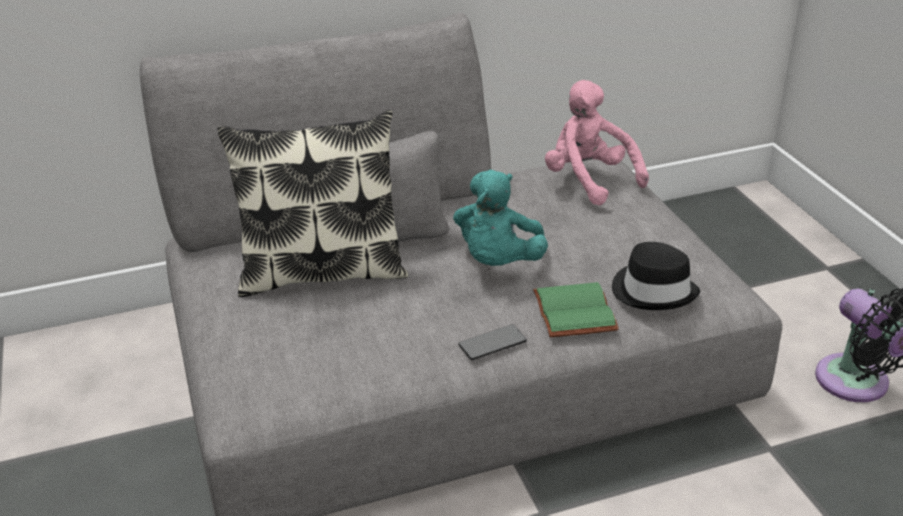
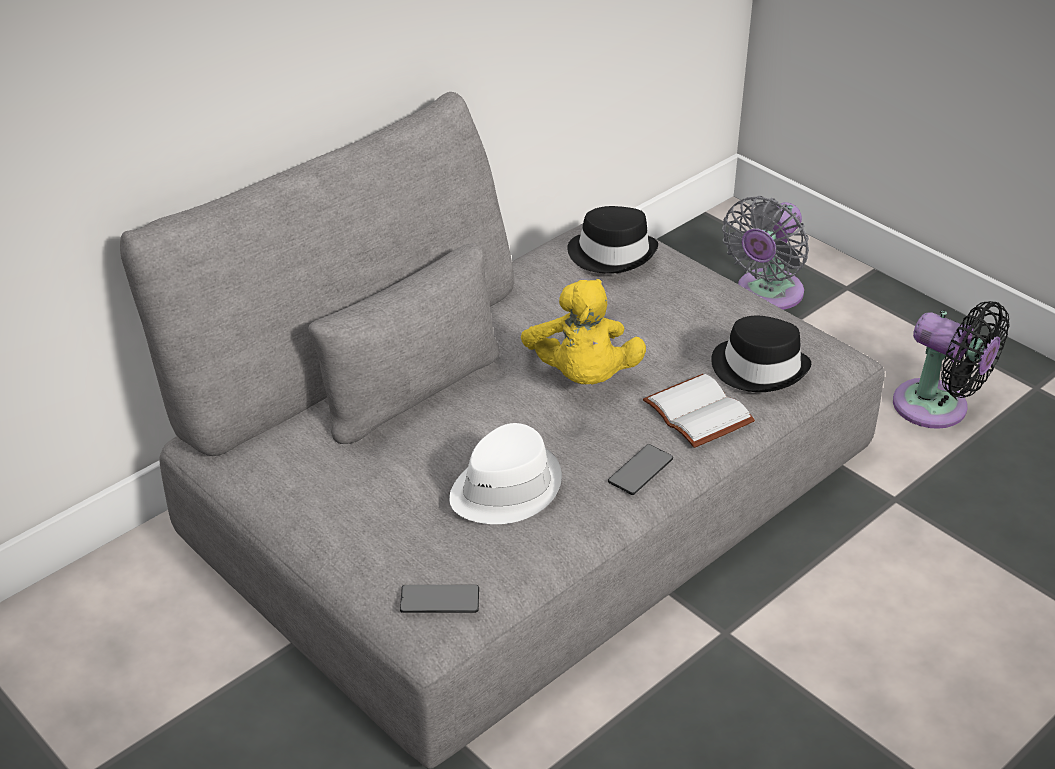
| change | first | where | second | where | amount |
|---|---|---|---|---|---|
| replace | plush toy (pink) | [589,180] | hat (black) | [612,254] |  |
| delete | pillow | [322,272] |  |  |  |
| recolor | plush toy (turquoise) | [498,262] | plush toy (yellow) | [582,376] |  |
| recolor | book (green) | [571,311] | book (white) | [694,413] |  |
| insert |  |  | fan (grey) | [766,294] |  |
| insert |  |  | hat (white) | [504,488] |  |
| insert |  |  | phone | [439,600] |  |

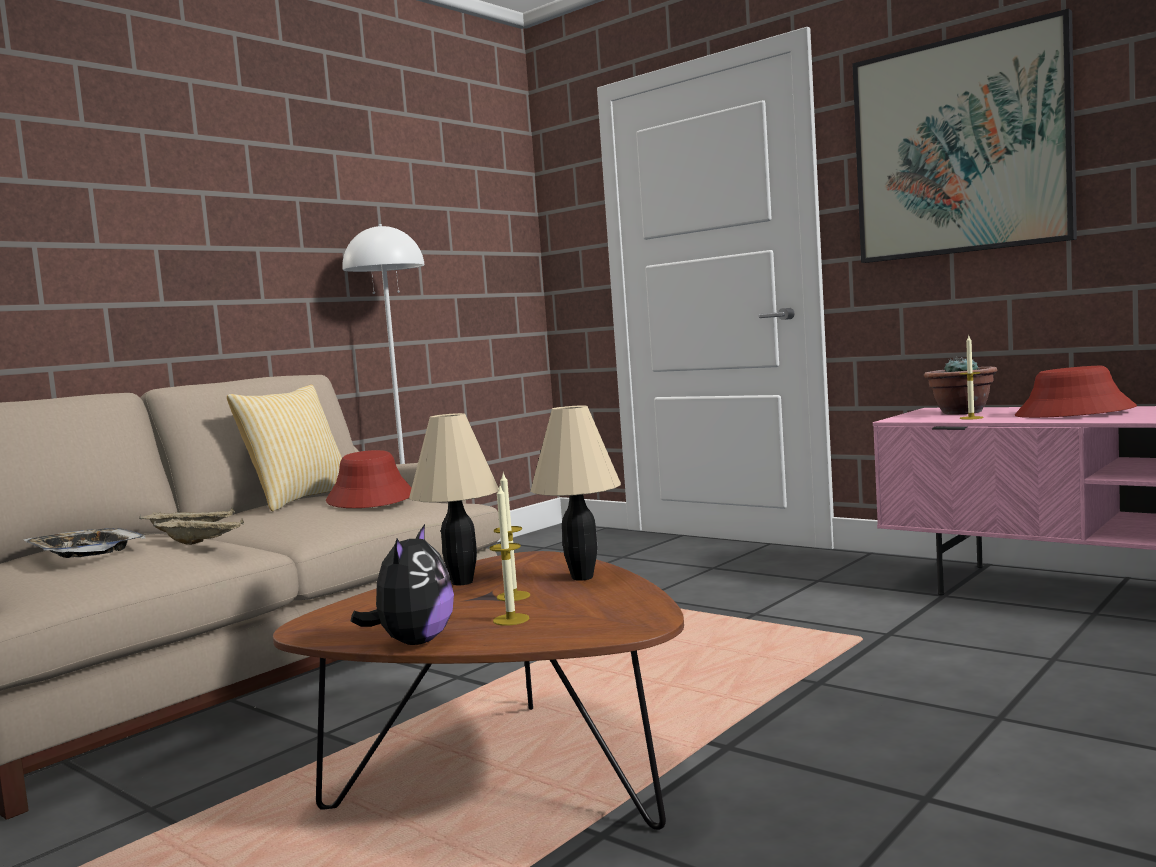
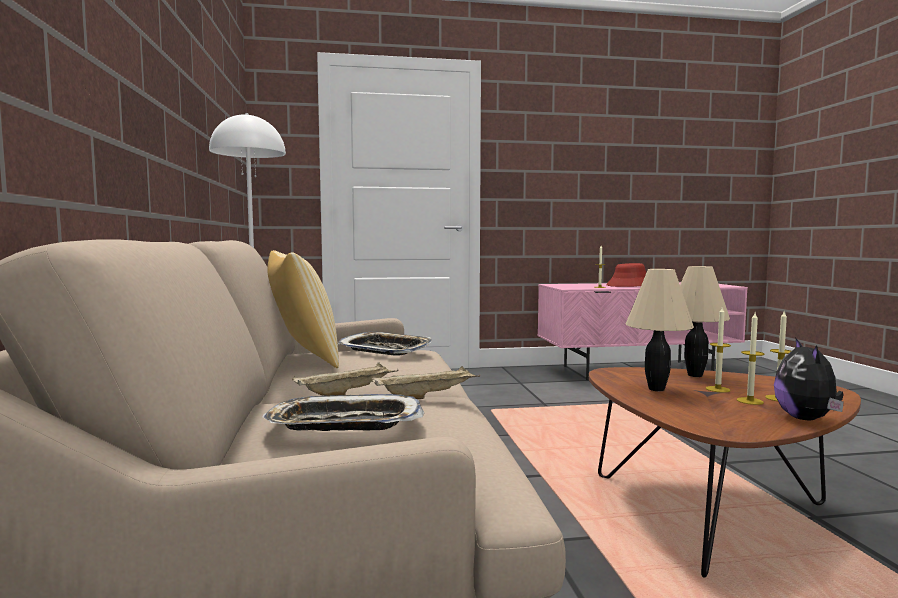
| change | first | where | second | where | amount |
|---|---|---|---|---|---|
| delete | picture | [960,147] |  |  |  |
| delete | potted plant | [961,412] |  |  |  |
| replace | hat (red) | [371,498] | tray | [385,350] |  |
| rotate | plush toy | [413,642] |  | [807,419] | 135 degrees counterclockwise |
| insert |  |  | candle | [750,401] |  |

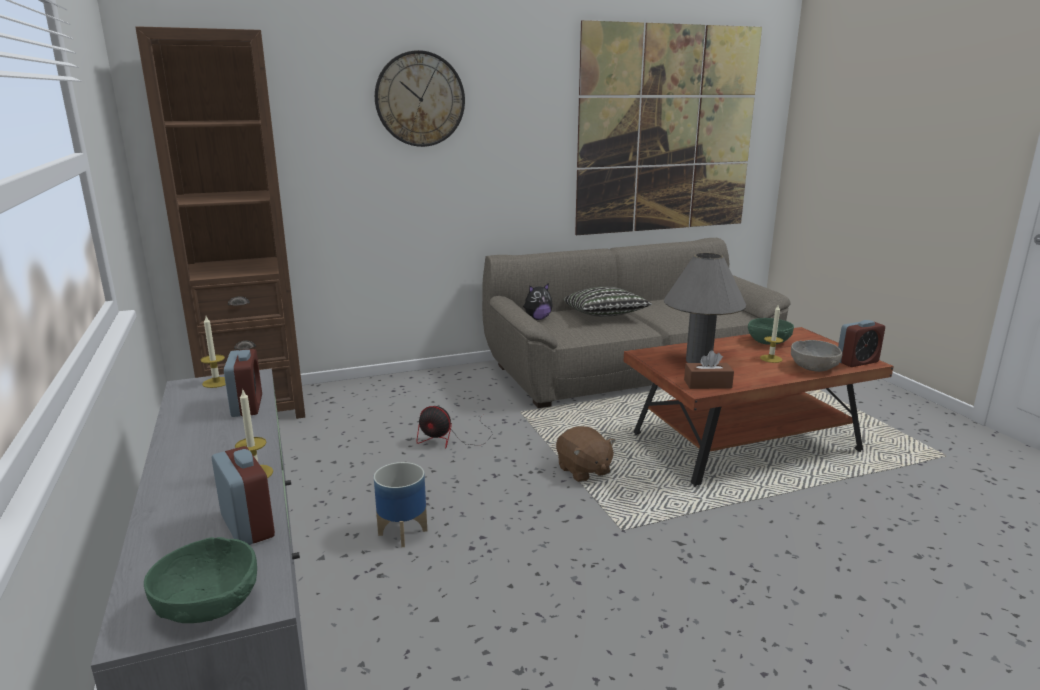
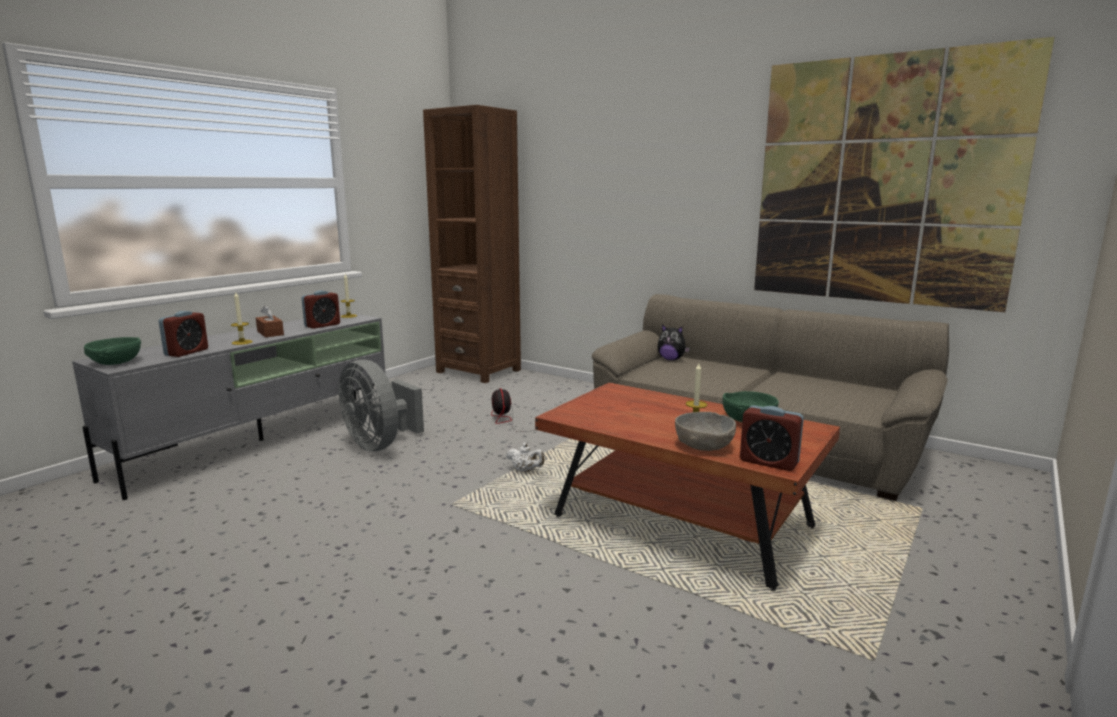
| change | first | where | second | where | amount |
|---|---|---|---|---|---|
| delete | wall clock | [420,99] |  |  |  |
| delete | table lamp (grey) | [699,361] |  |  |  |
| delete | pillow | [605,316] |  |  |  |
| move | tissue box (brown) | [707,384] |  | [270,333] |  |
| replace | plush toy (brown) | [583,471] | teapot (white) | [525,471] |  |
| replace | planter | [403,532] | fan (grey) | [380,444] |  |

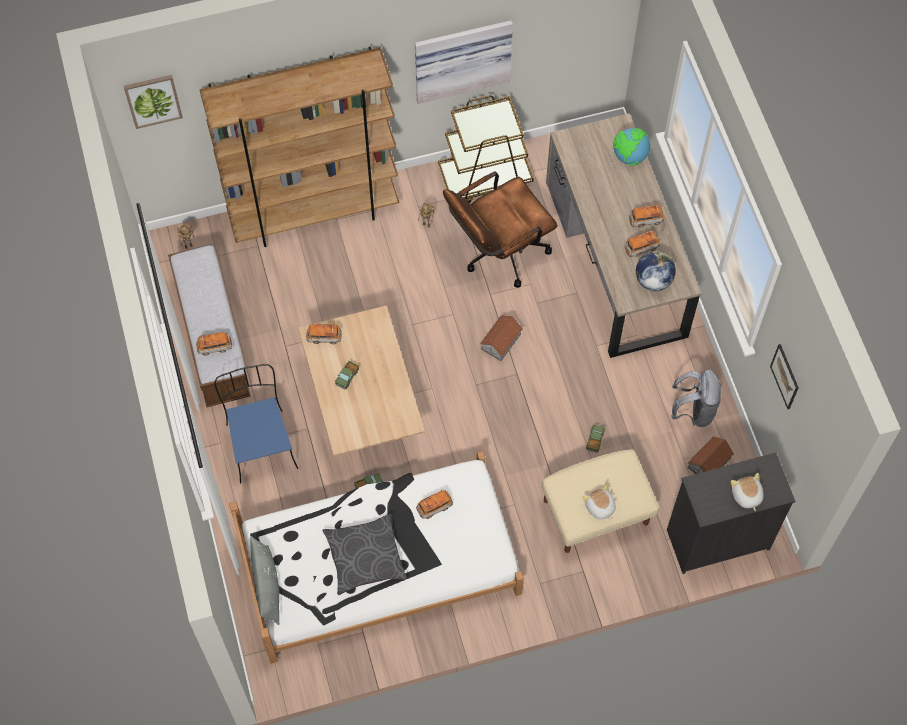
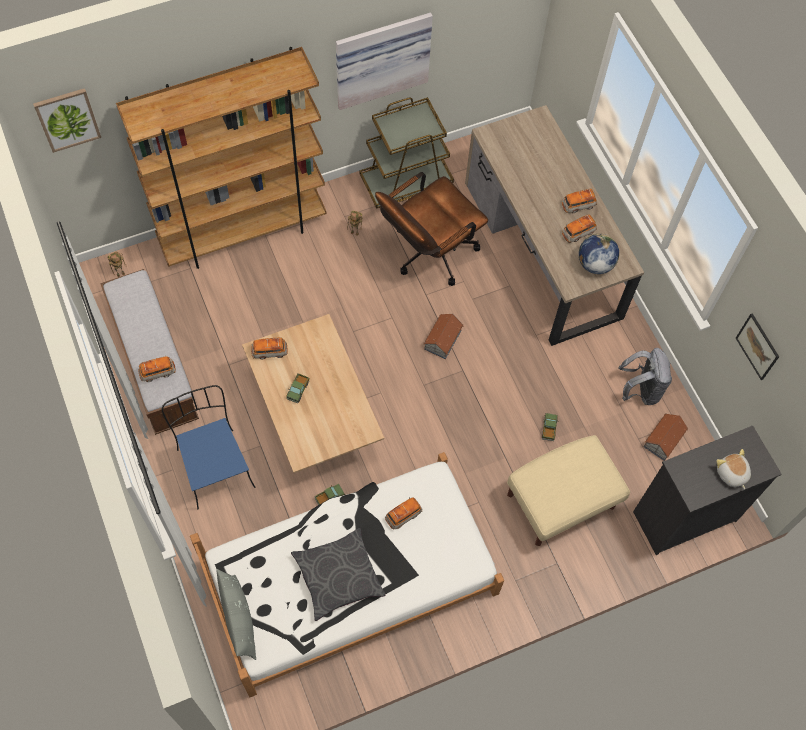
| change | first | where | second | where | amount |
|---|---|---|---|---|---|
| delete | globe | [629,157] |  |  |  |
| delete | plush toy | [599,507] |  |  |  |

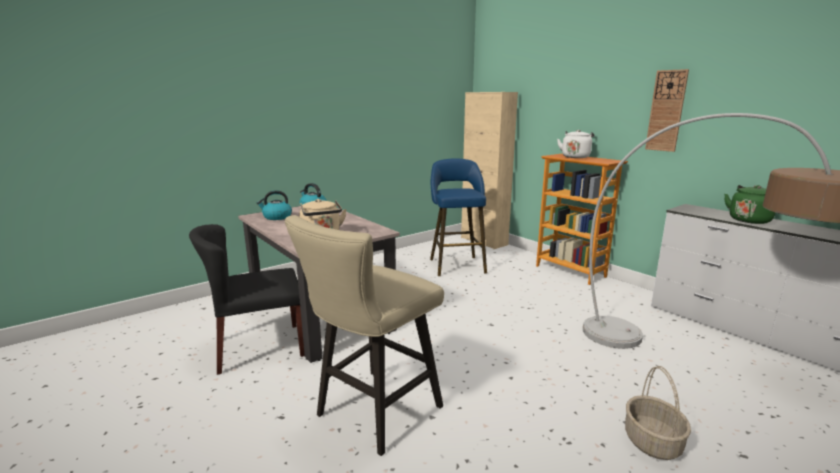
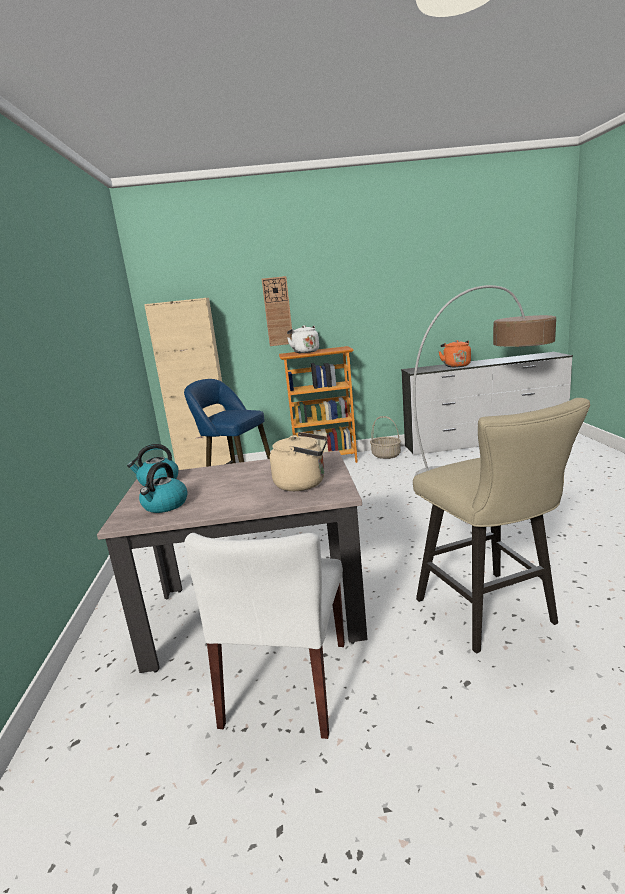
| change | first | where | second | where | amount |
|---|---|---|---|---|---|
| move | wall clock | [666,111] |  | [277,311] |  |
| recolor | kettle (green) | [750,220] | kettle (orange) | [456,365] |  |
| recolor | chair (black) | [259,347] | chair (white) | [287,683] |  |
| move | basket | [653,442] |  | [386,455] |  |

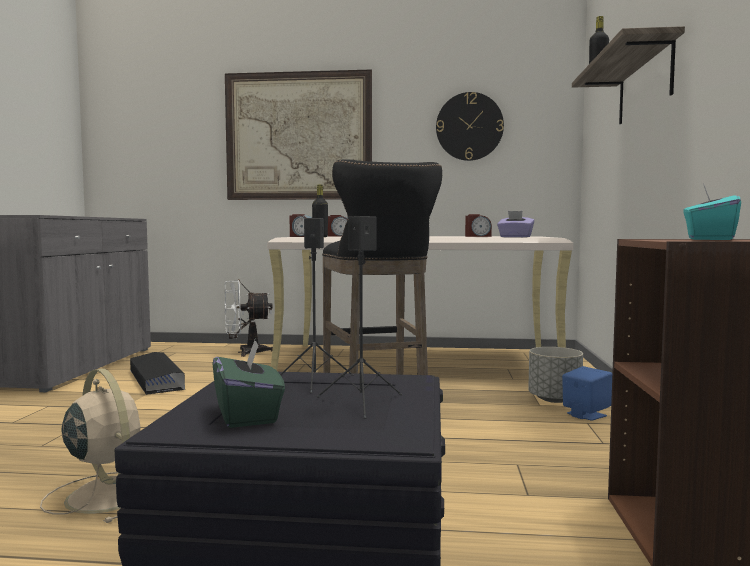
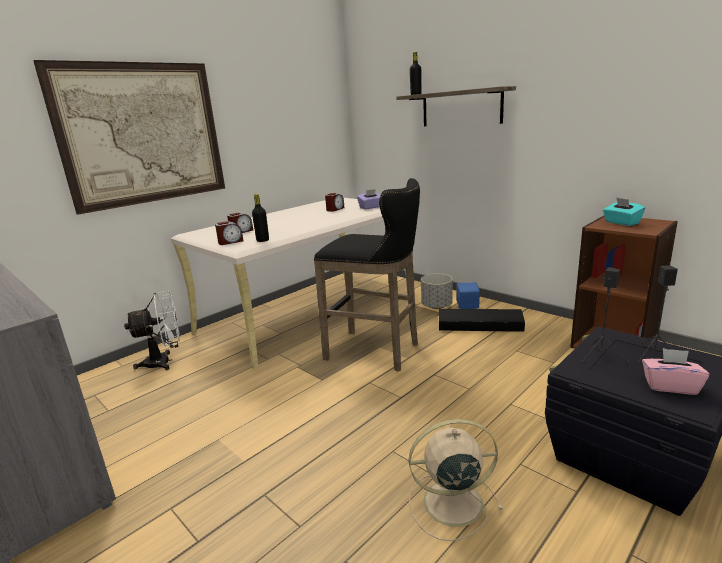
| change | first | where | second | where | amount |
|---|---|---|---|---|---|
| delete | wall clock | [469,126] |  |  |  |
| rotate | fan (white) | [245,352] |  | [164,362] | 135 degrees counterclockwise |
| recolor | tissue box (green) | [248,415] | tissue box (pink) | [670,386] |  |
| move | storage box (black) | [156,379] |  | [479,325] |  |

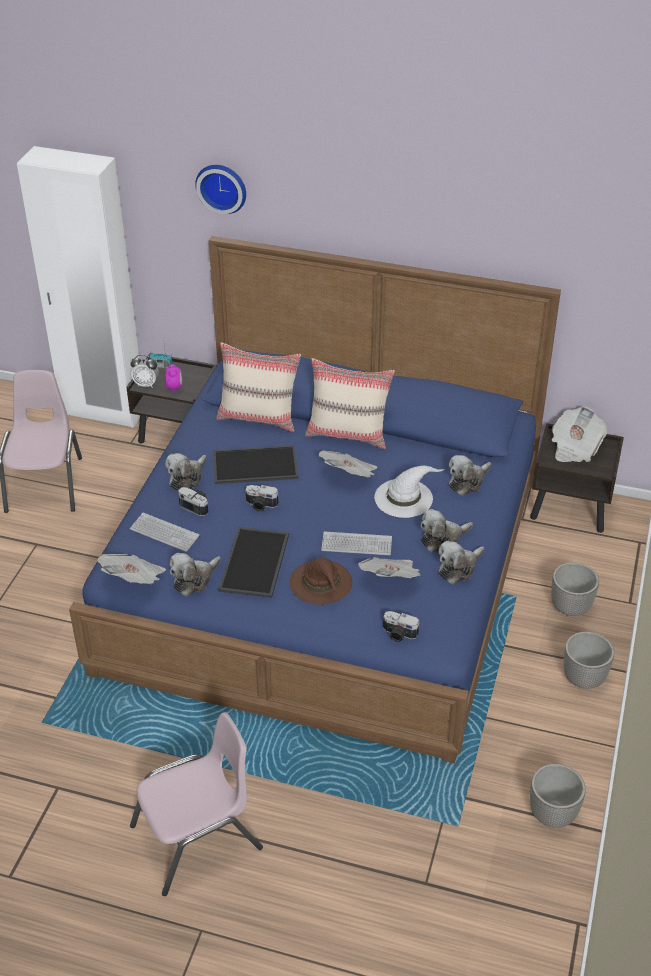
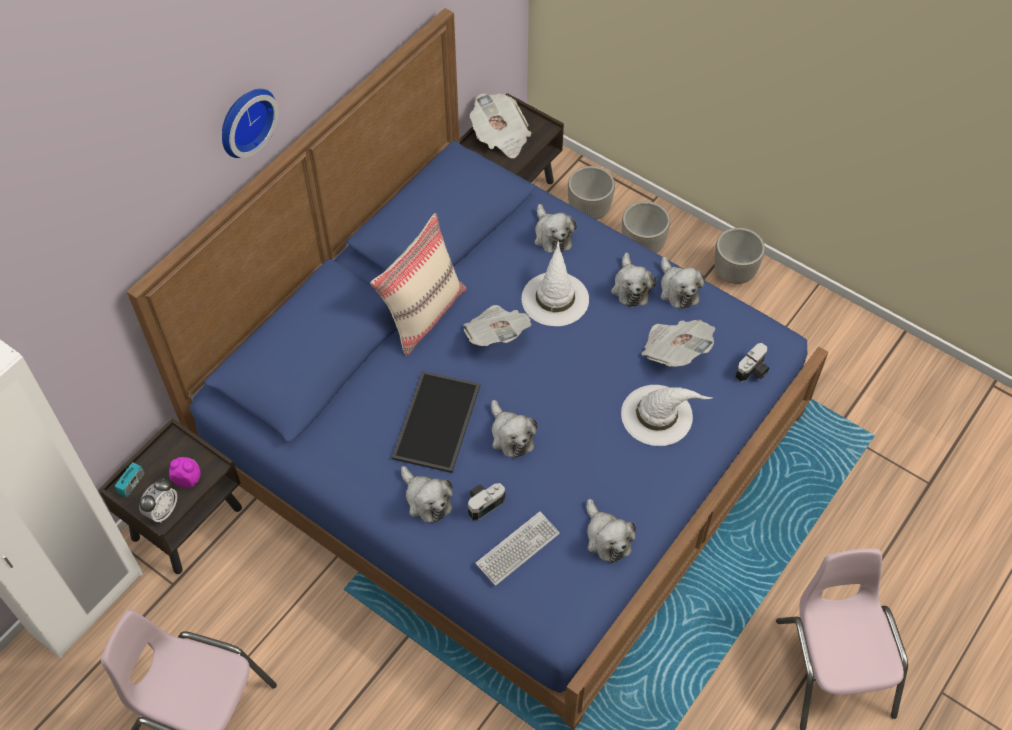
| change | first | where | second | where | amount |
|---|---|---|---|---|---|
| move | wall clock | [222,187] |  | [244,120] |  |
| delete | pillow (beige) | [259,417] |  |  |  |
| replace | photo camera | [261,505] | plush toy | [510,435] |  |
| delete | tray | [256,563] |  |  |  |
| delete | keyboard | [356,544] |  |  |  |
| delete | newspaper | [134,580] |  |  |  |
| recolor | hat (brown) | [321,582] | hat (white) | [658,414] |  |
| move | planter | [553,814] |  | [588,211] |  |

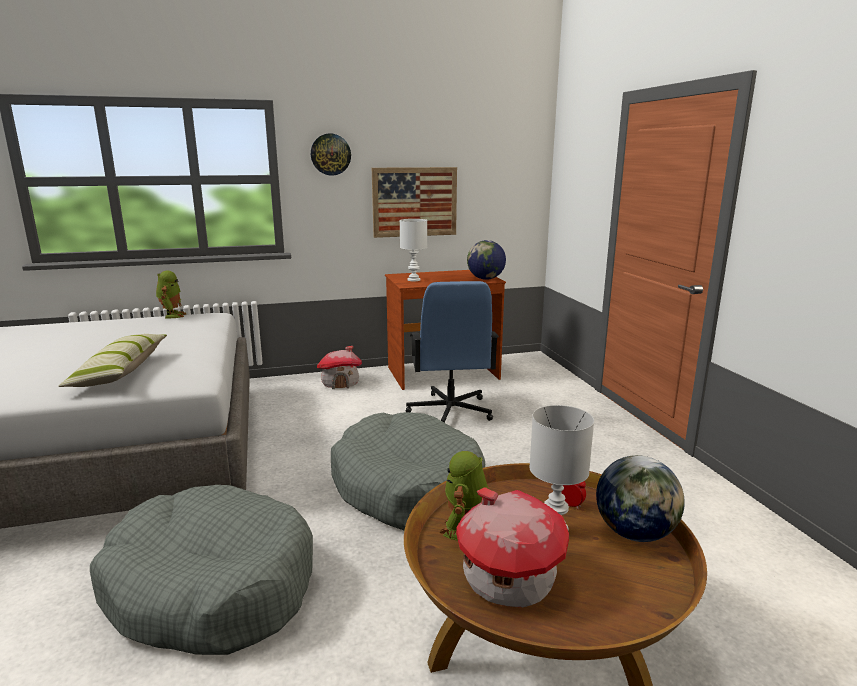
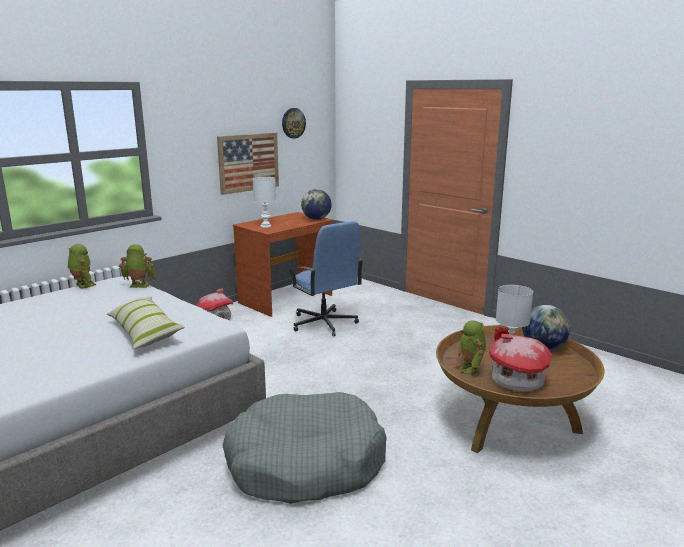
| change | first | where | second | where | amount |
|---|---|---|---|---|---|
| move | wall clock | [330,154] |  | [293,123] |  |
| delete | dog bed (grey) | [407,487] |  |  |  |
| insert |  |  | toy robot | [139,286] |  |

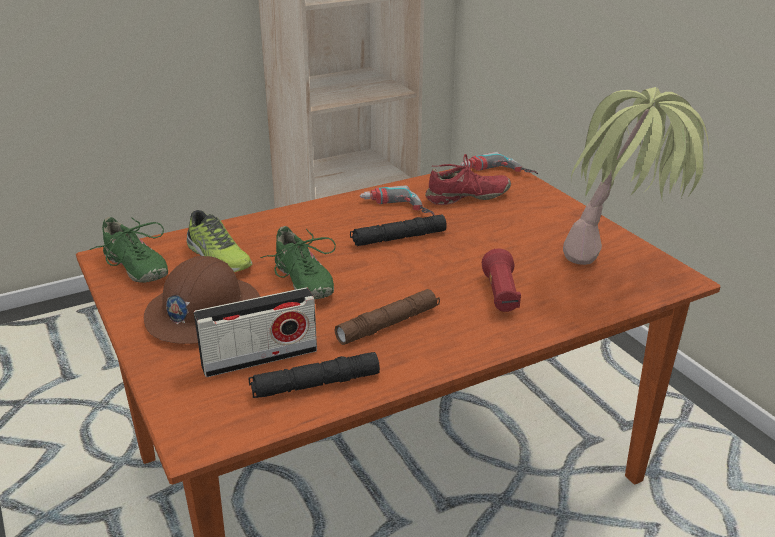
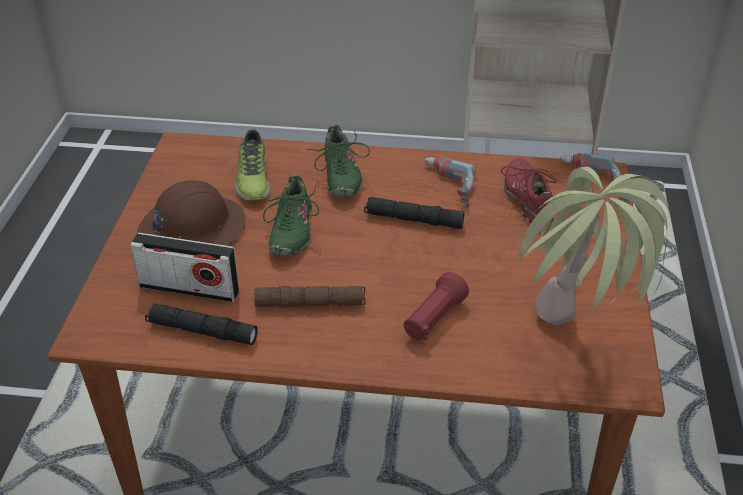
| change | first | where | second | where | amount |
|---|---|---|---|---|---|
| rotate | shoe (red) | [467,197] |  | [529,199] | 120 degrees counterclockwise |
| move | shoe (green) | [135,268] |  | [339,176] |  |

